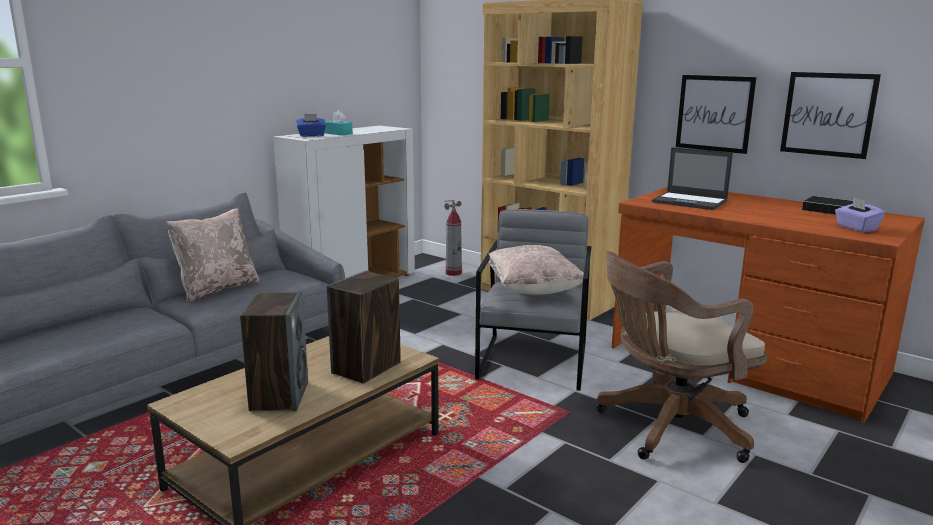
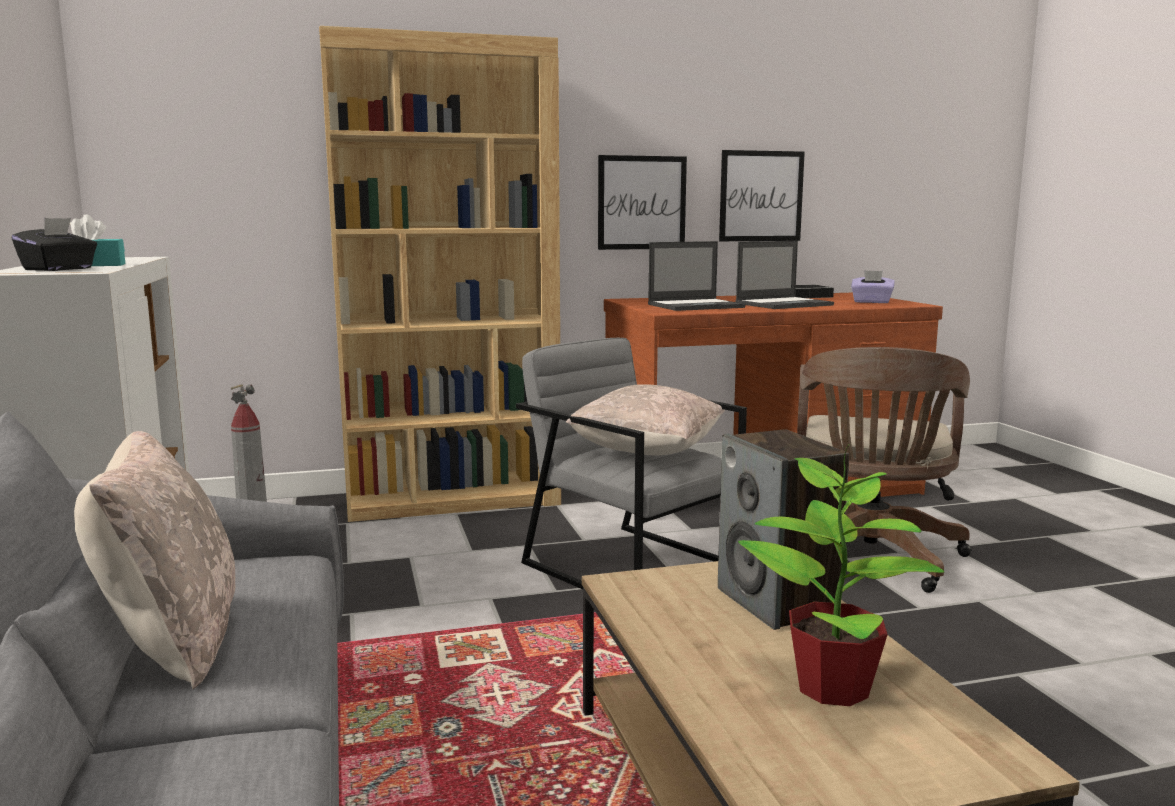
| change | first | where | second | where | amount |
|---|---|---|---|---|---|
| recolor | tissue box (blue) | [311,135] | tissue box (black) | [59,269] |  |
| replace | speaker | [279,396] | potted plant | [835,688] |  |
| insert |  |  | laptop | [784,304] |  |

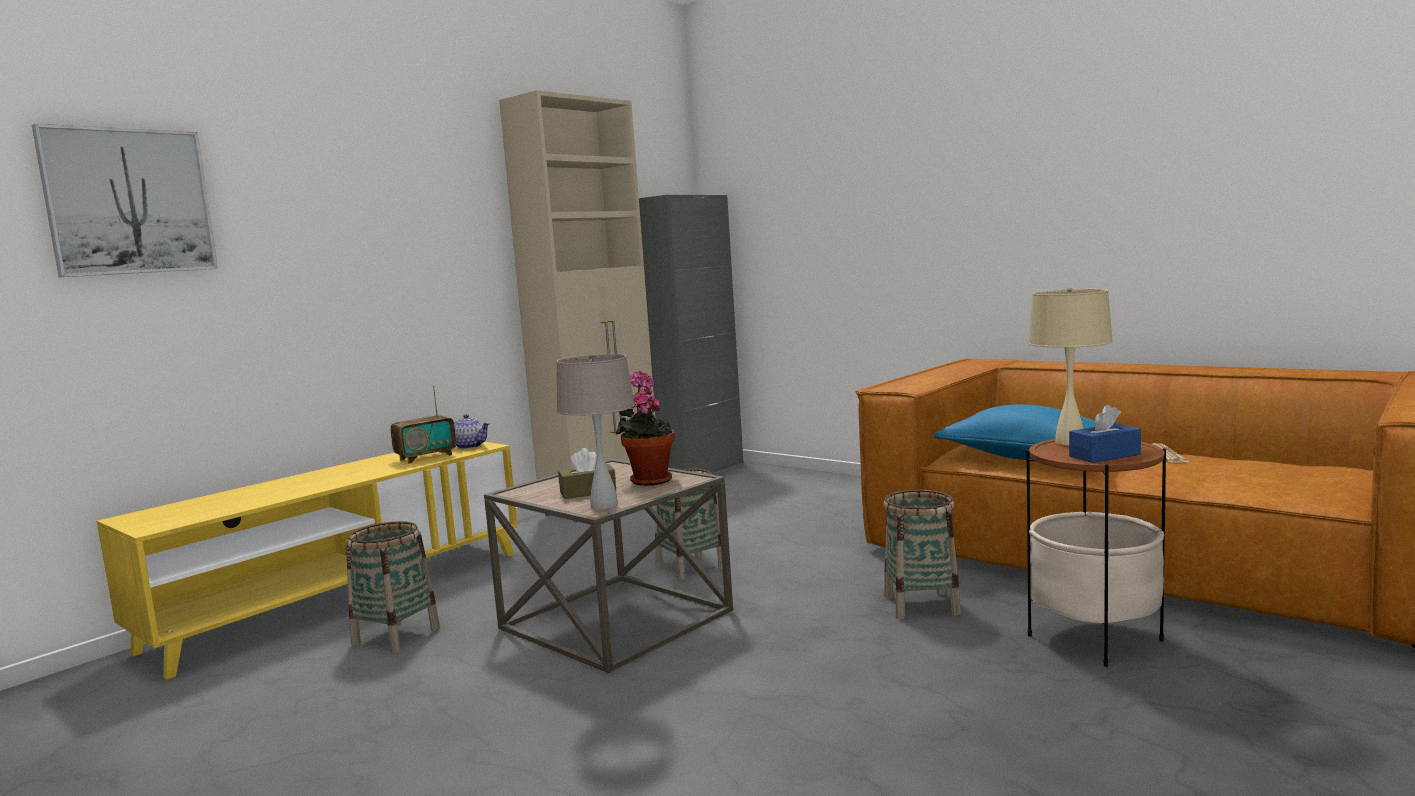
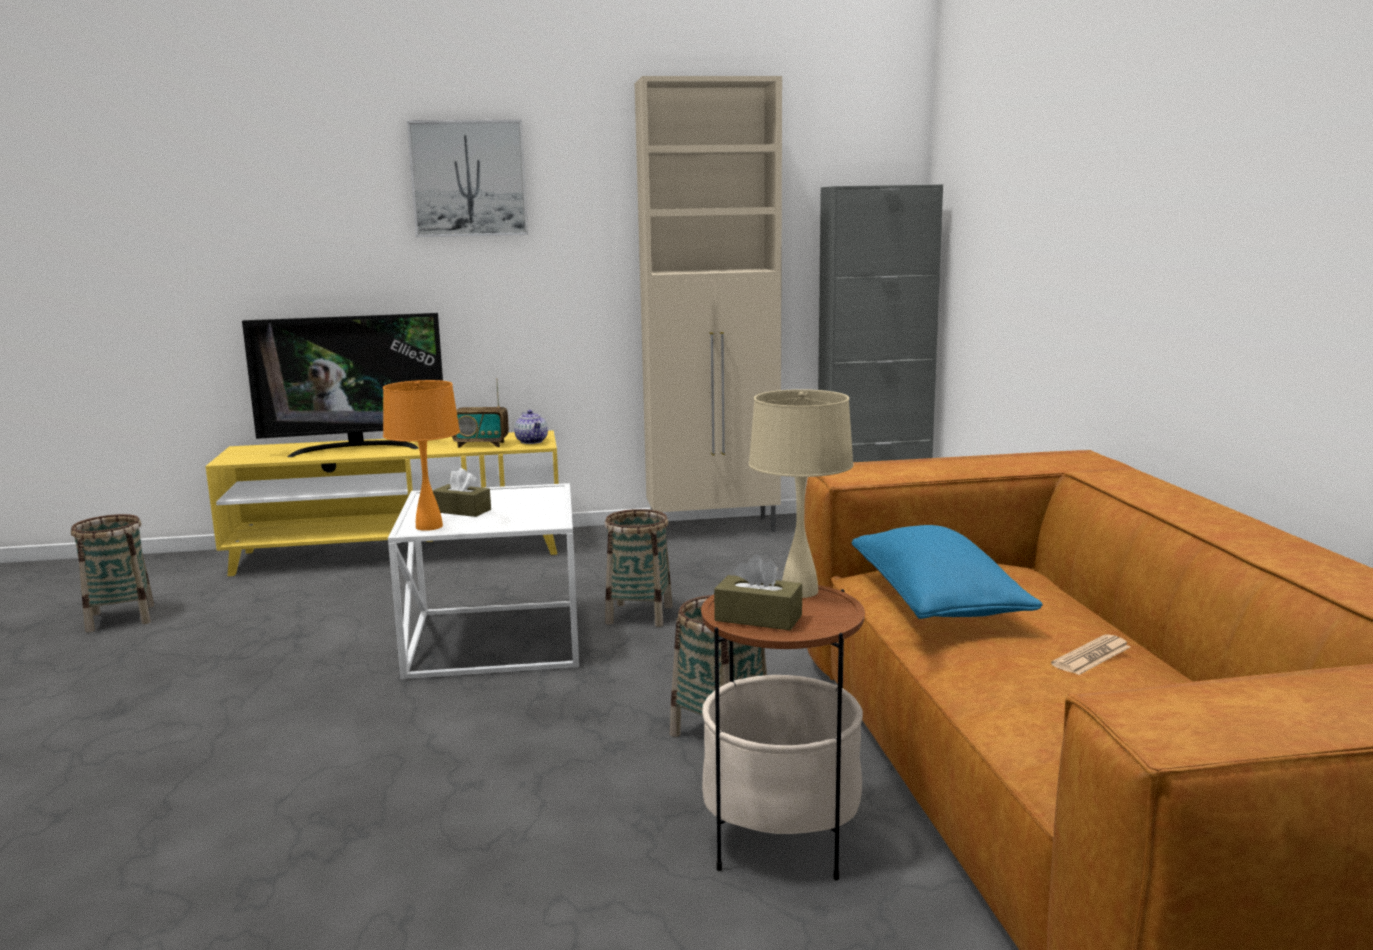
| change | first | where | second | where | amount |
|---|---|---|---|---|---|
| move | picture | [129,202] |  | [469,178] |  |
| recolor | table lamp (beige) | [603,505] | table lamp (orange) | [428,526] |  |
| delete | potted plant | [648,480] |  |  |  |
| recolor | tissue box (blue) | [1104,455] | tissue box (brown) | [758,618] |  |
| recolor | side table (brown) | [616,618] | side table (white) | [496,638] |  |
| move | basket | [396,636] |  | [120,618] |  |
| insert |  |  | television | [355,448] |  |

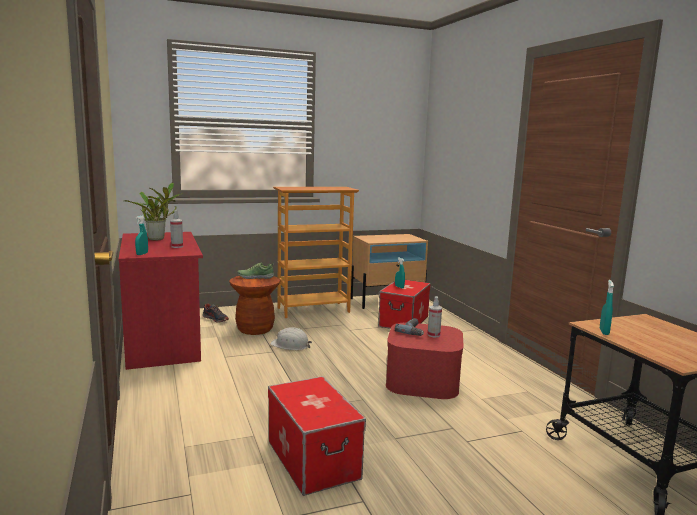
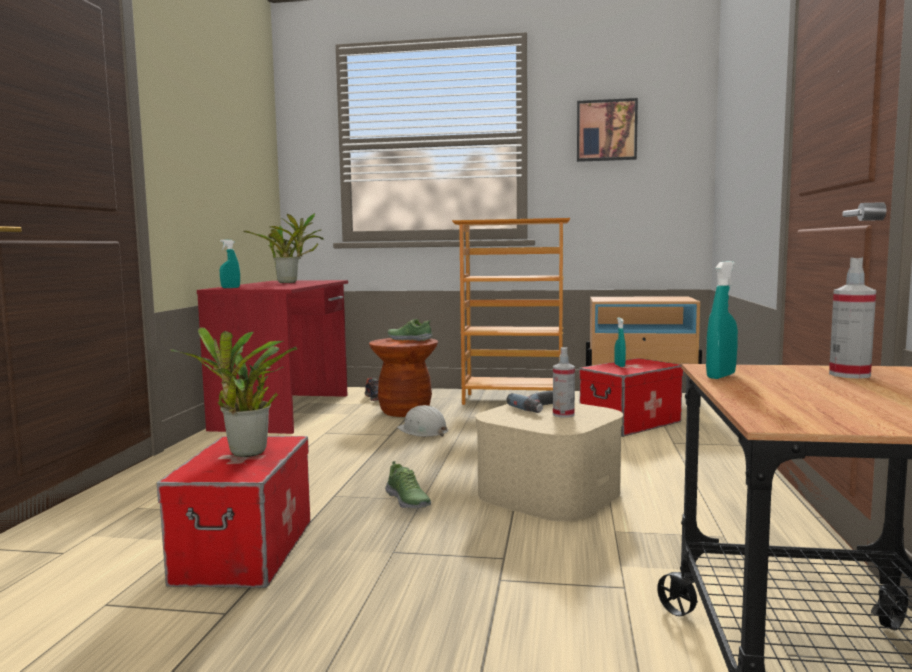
| change | first | where | second | where | amount |
|---|---|---|---|---|---|
| move | spray bottle | [177,246] |  | [849,375] |  |
| recolor | storage box (red) | [422,380] | storage box (beige) | [548,493] |  |
| insert |  |  | picture | [606,130] |  |
| insert |  |  | potted plant | [245,454] |  |
| insert |  |  | shoe | [408,501] |  |

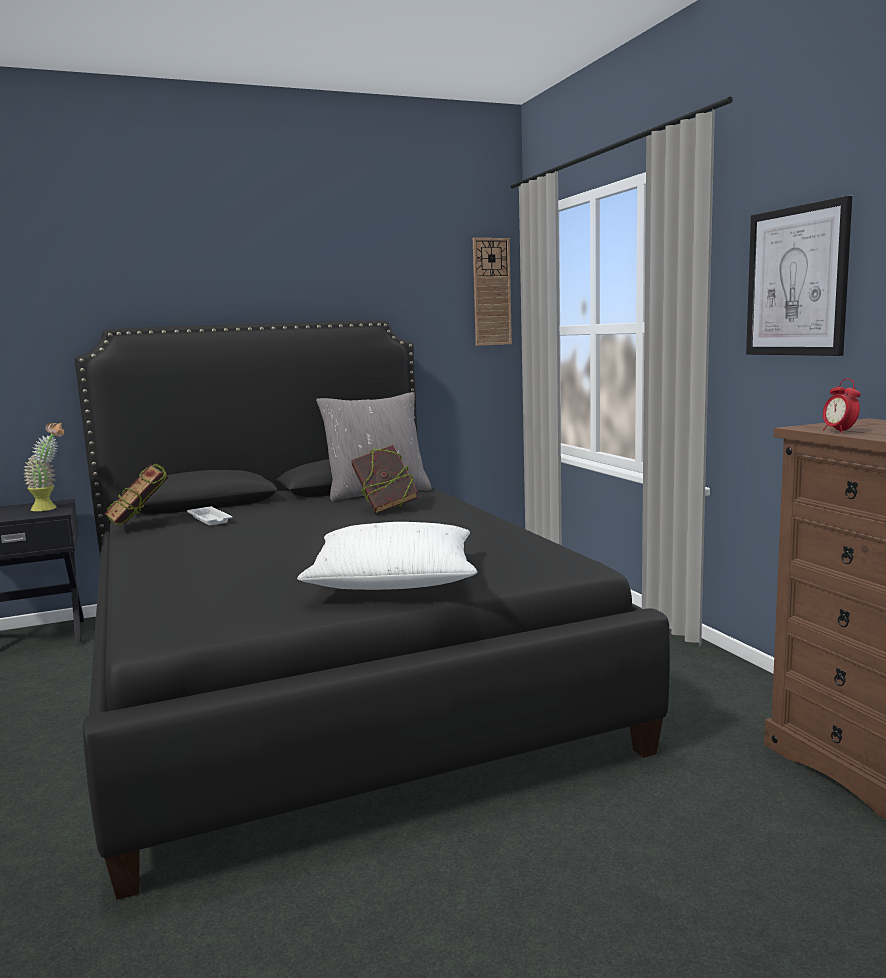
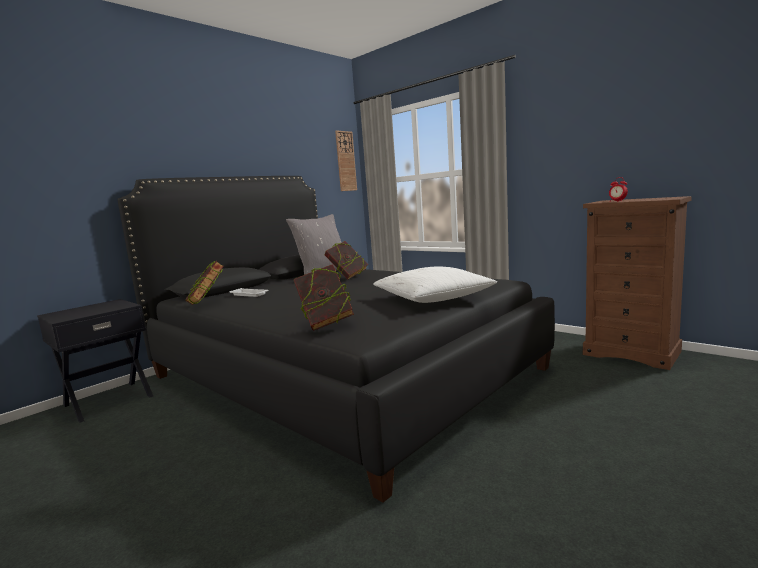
| change | first | where | second | where | amount |
|---|---|---|---|---|---|
| delete | picture | [797,281] |  |  |  |
| delete | potted plant | [51,508] |  |  |  |
| insert |  |  | book | [326,324] |  |

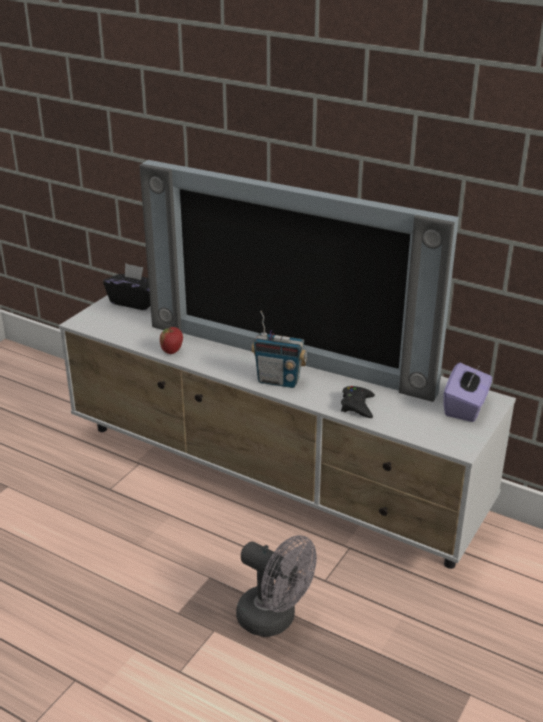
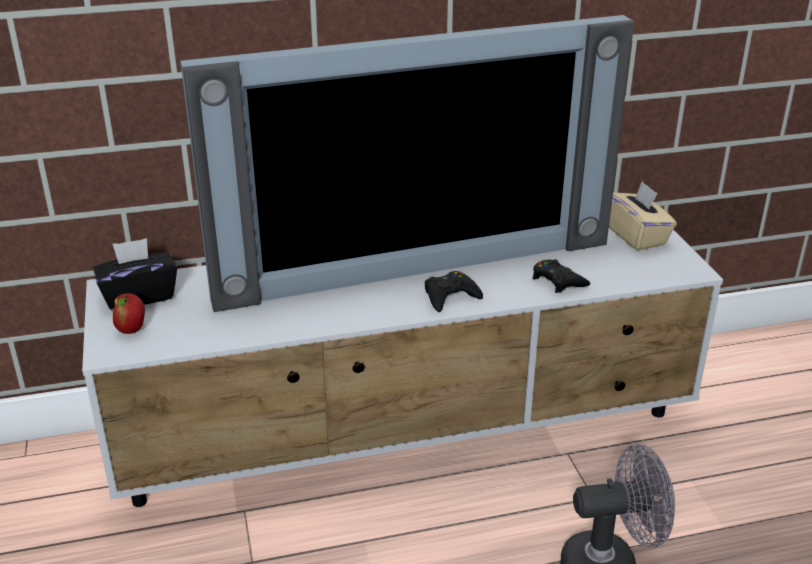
| change | first | where | second | where | amount |
|---|---|---|---|---|---|
| replace | radio | [278,381] | game controller (black) | [450,296] |  |
| move | apple | [172,351] |  | [131,329] |  |
| recolor | tissue box (purple) | [465,407] | tissue box (beige) | [636,236] |  |

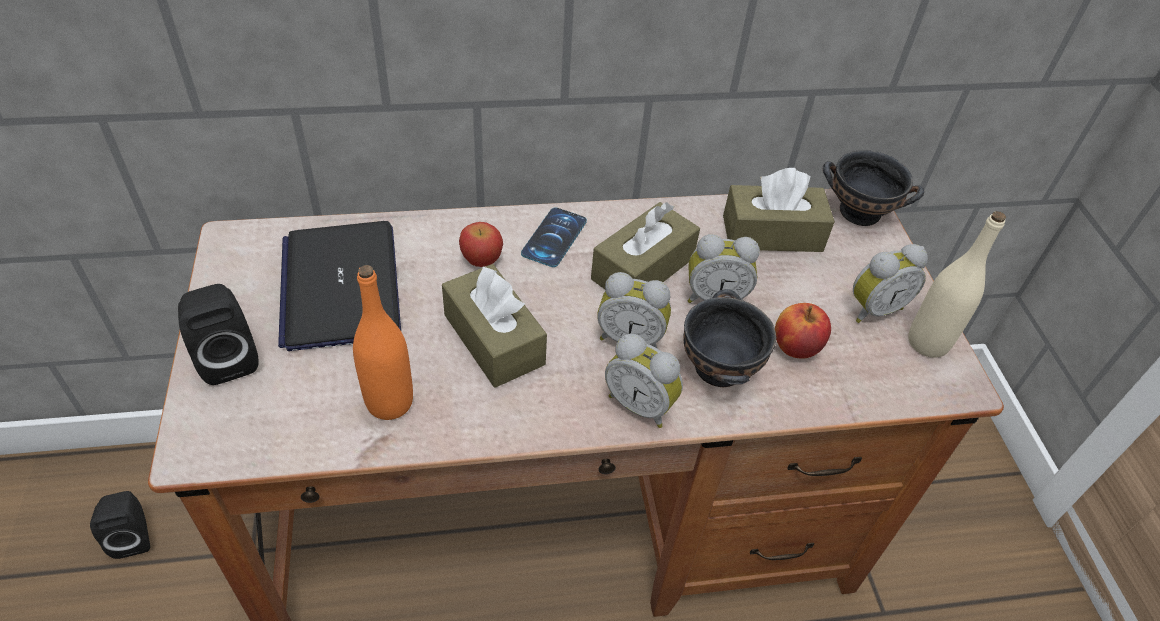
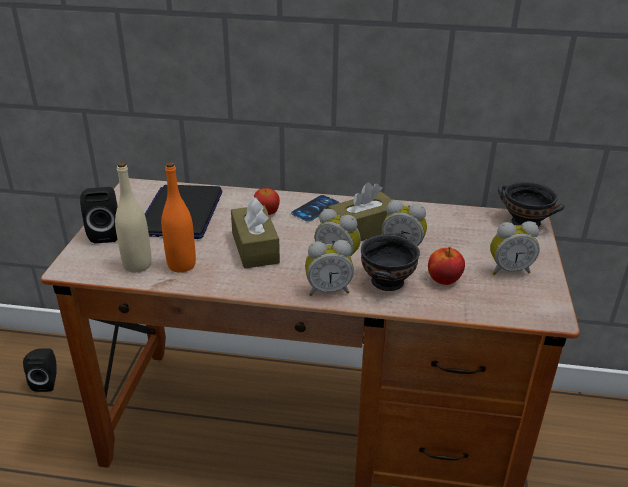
| change | first | where | second | where | amount |
|---|---|---|---|---|---|
| delete | tissue box (brown) | [772,234] |  |  |  |
| move | bottle (beige) | [928,342] |  | [137,265] |  |
| rotate | alarm clock | [641,404] |  | [328,290] | 60 degrees counterclockwise |

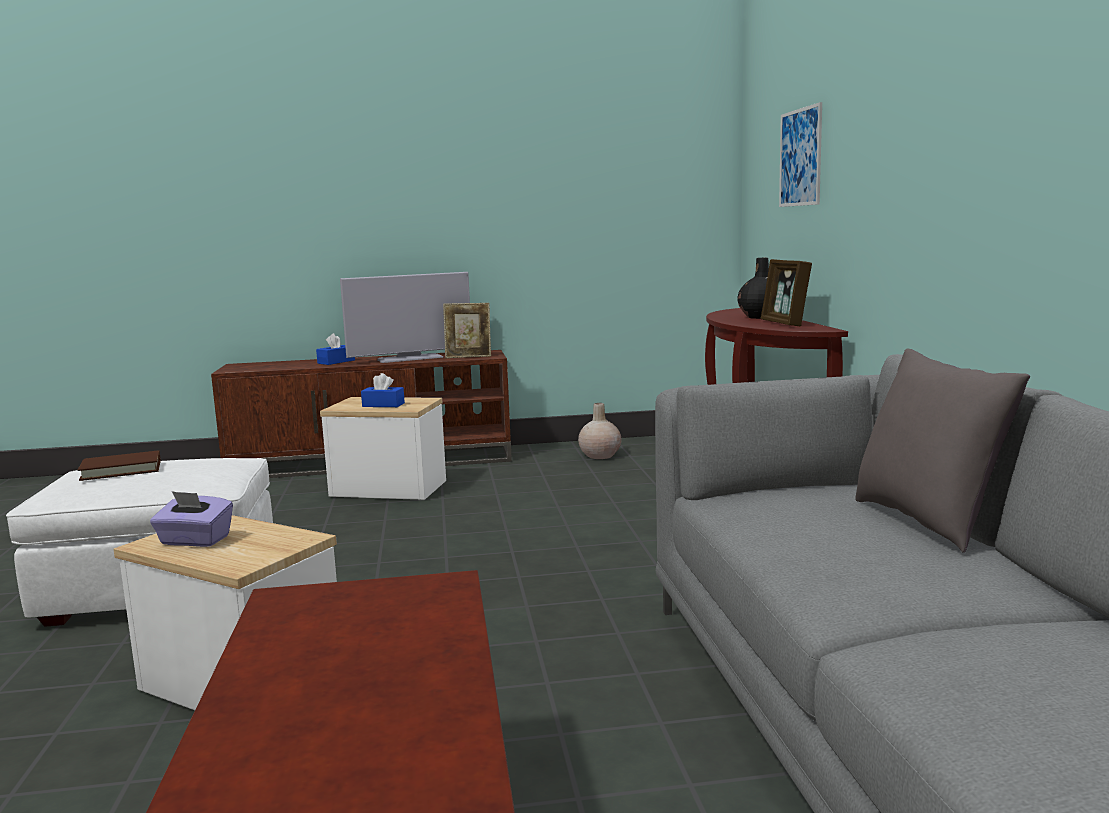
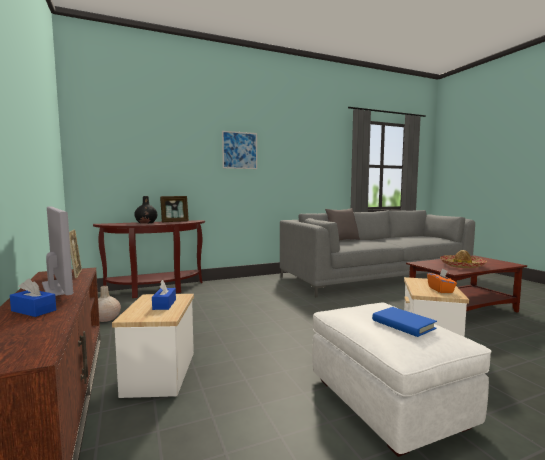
| change | first | where | second | where | amount |
|---|---|---|---|---|---|
| move | picture | [800,157] |  | [239,150] |  |
| recolor | book (brown) | [121,470] | book (blue) | [403,324] |  |
| recolor | tissue box (purple) | [195,541] | tissue box (orange) | [441,290] |  |
| insert |  |  | hat | [462,266] |  |

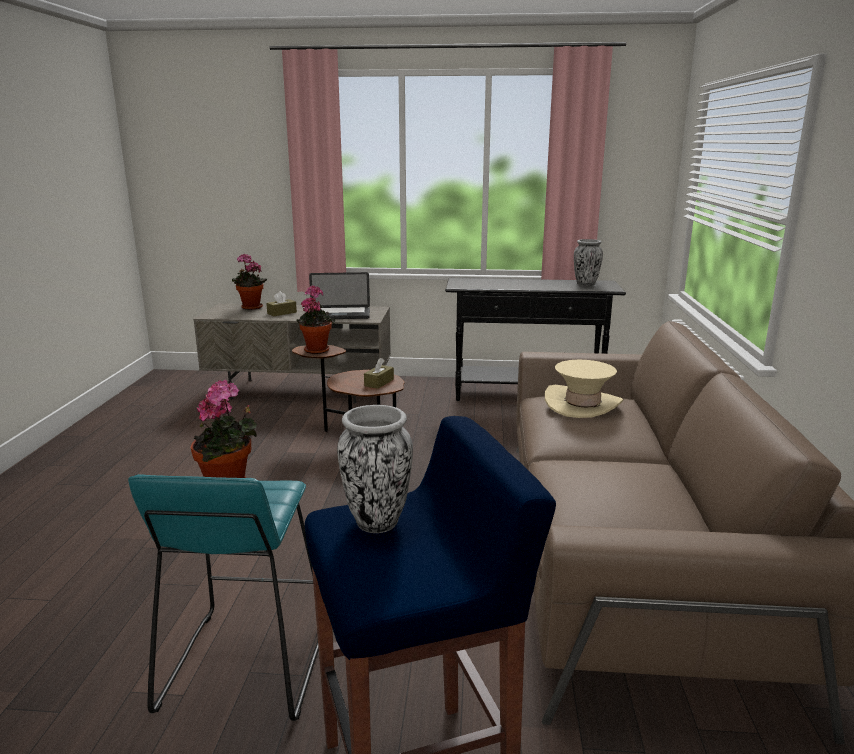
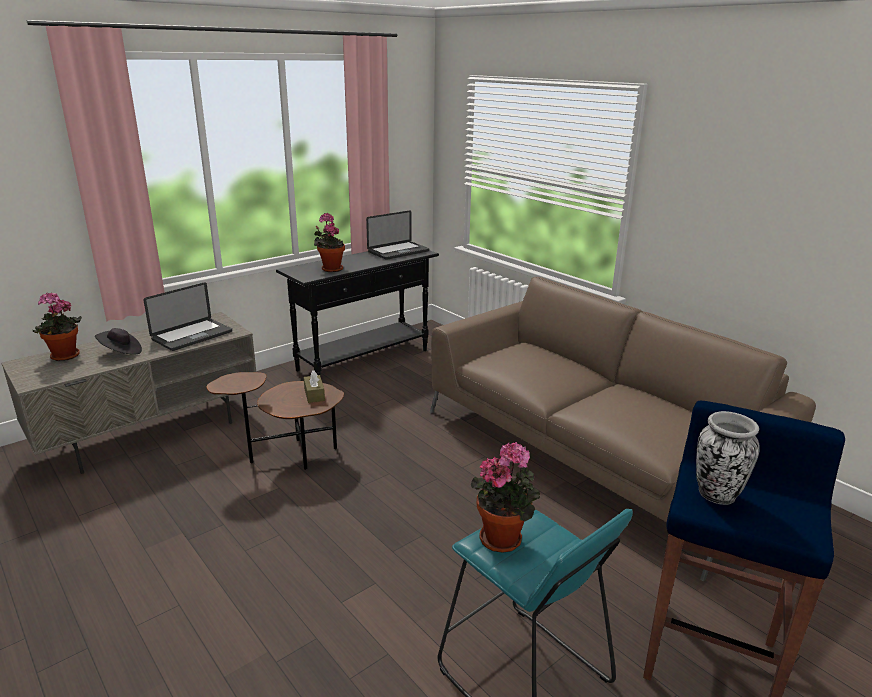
| change | first | where | second | where | amount |
|---|---|---|---|---|---|
| replace | vase | [585,284] | laptop | [398,251] |  |
| move | potted plant | [316,350] |  | [330,269] |  |
| replace | tissue box (brown) | [282,313] | hat (black) | [121,352] |  |
| delete | hat (beige) | [582,404] |  |  |  |

